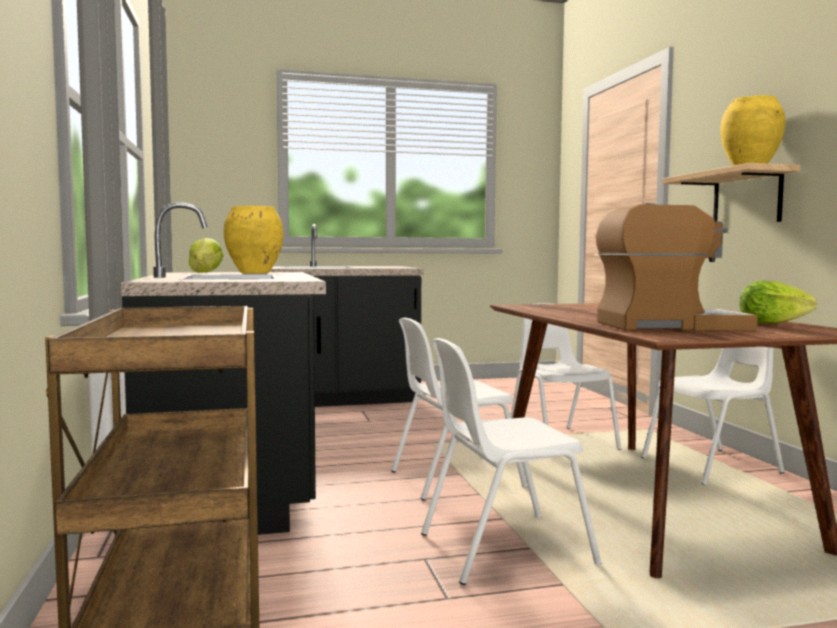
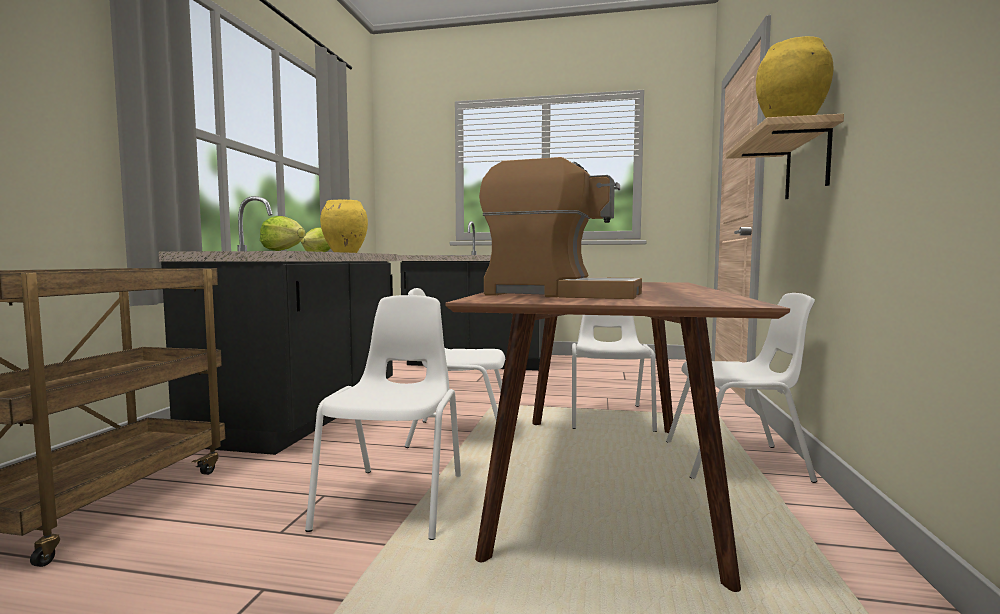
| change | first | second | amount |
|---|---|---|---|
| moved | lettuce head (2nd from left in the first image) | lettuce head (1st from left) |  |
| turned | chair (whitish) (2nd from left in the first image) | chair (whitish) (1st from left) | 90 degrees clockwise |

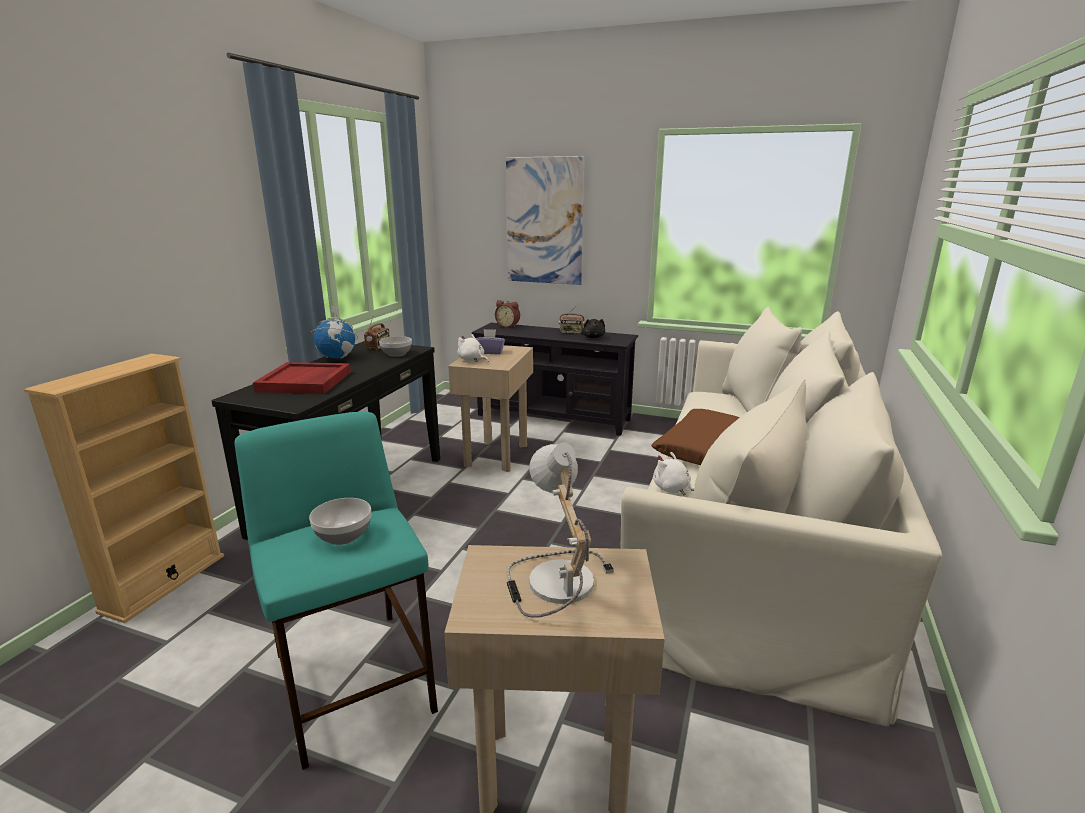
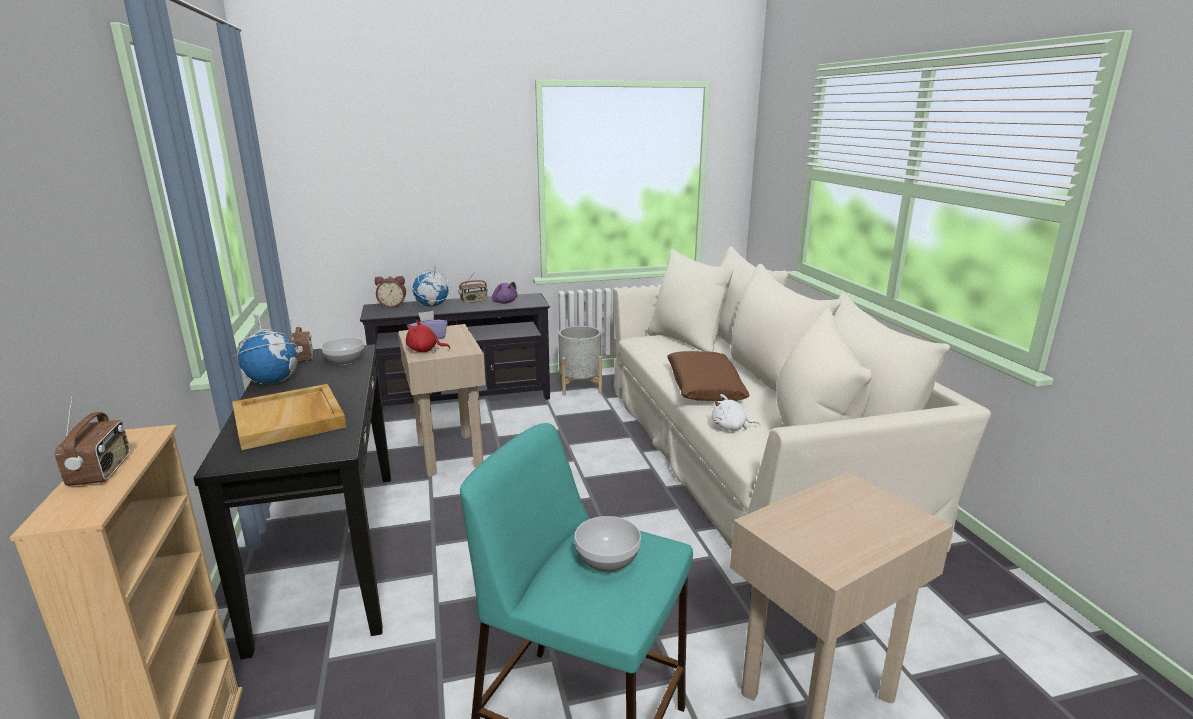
| change | first | second | amount |
|---|---|---|---|
| removed | picture |  |  |
| removed | tabletop lamp |  |  |
| added |  | radio (1st from left) |  |
| added |  | globe (2nd from left) |  |
| added |  | plant pot (greyish) |  |
| recoloured | tray (red) | tray (beige-coloured) |  |
| recoloured | plush toy (whitish) (1st from left) | plush toy (red) |  |
| recoloured | plush toy (black) | plush toy (purple-coloured) |  |

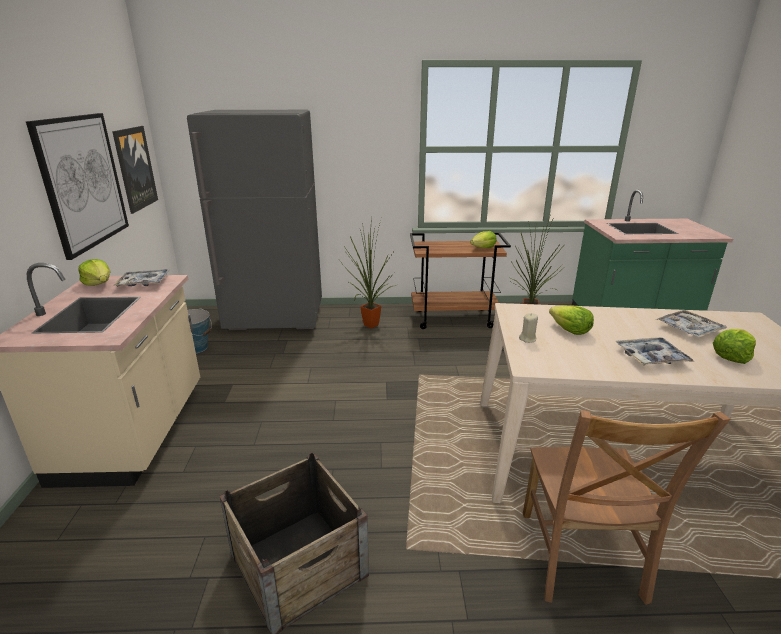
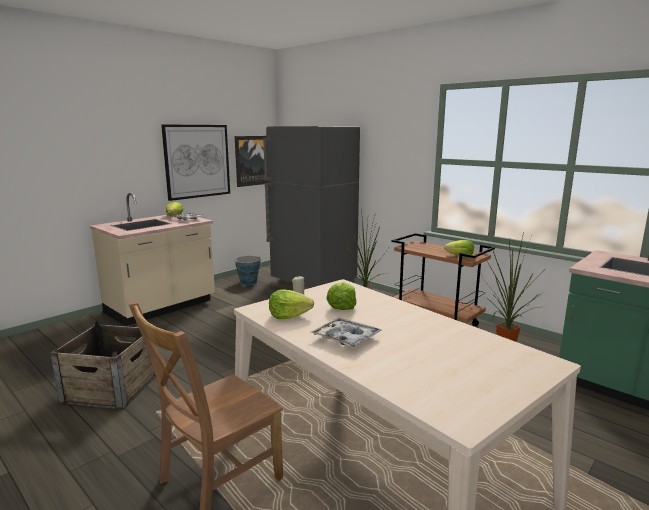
| change | first | second | amount |
|---|---|---|---|
| removed | tray (3rd from left) |  |  |
| moved | lettuce head (4th from left in the first image) | lettuce head (2nd from left) |  |

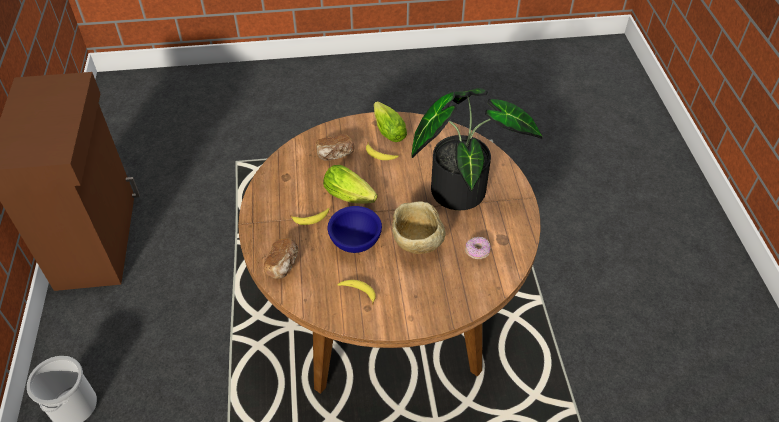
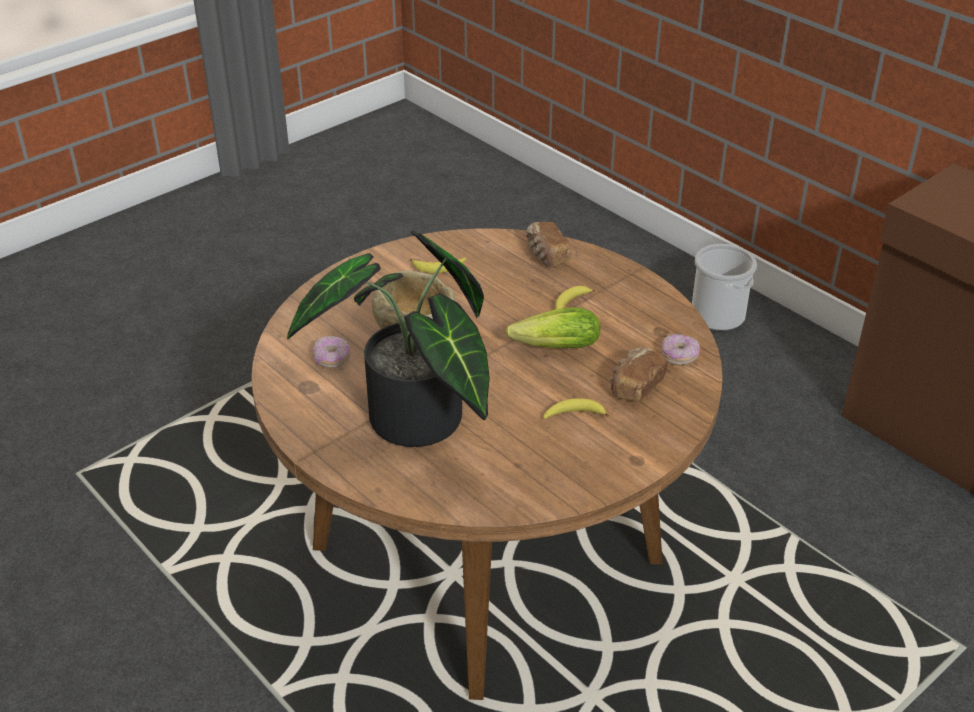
| change | first | second | amount |
|---|---|---|---|
| removed | serving bowl (blue-coloured) |  |  |
| removed | lettuce head (2nd from left) |  |  |
| added |  | doughnut (2nd from left) |  |

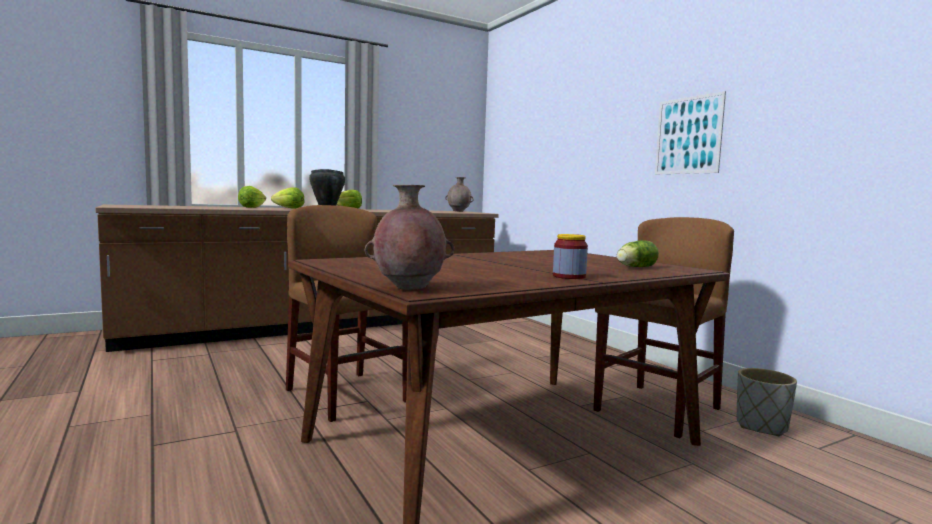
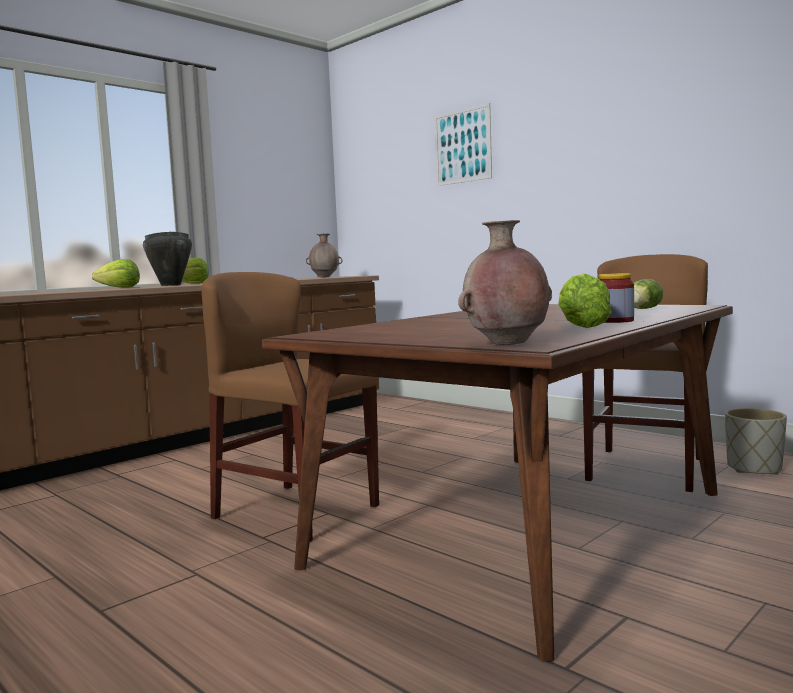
| change | first | second | amount |
|---|---|---|---|
| moved | lettuce head (1st from left in the first image) | lettuce head (3rd from left) |  |
| moved | picture |  |  |

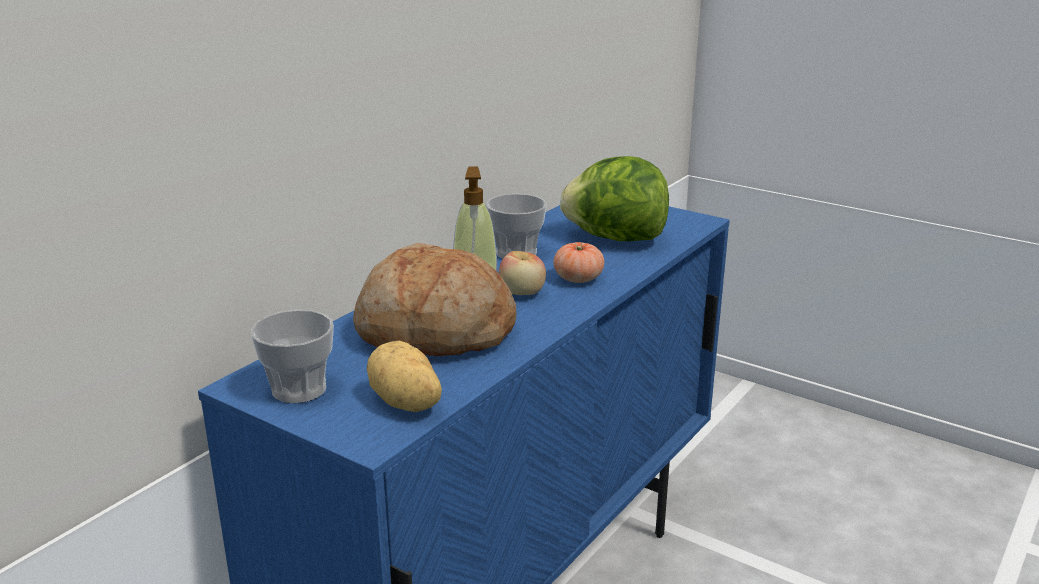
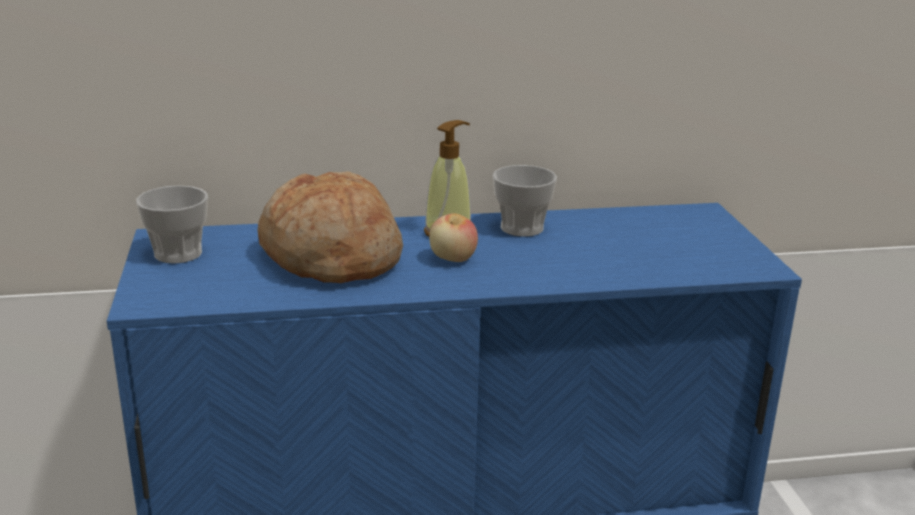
| change | first | second | amount |
|---|---|---|---|
| removed | spud |  |  |
| removed | fresh tomato |  |  |
| removed | lettuce head |  |  |

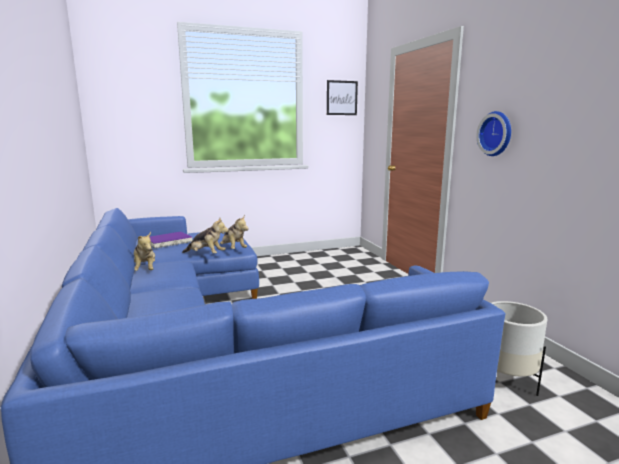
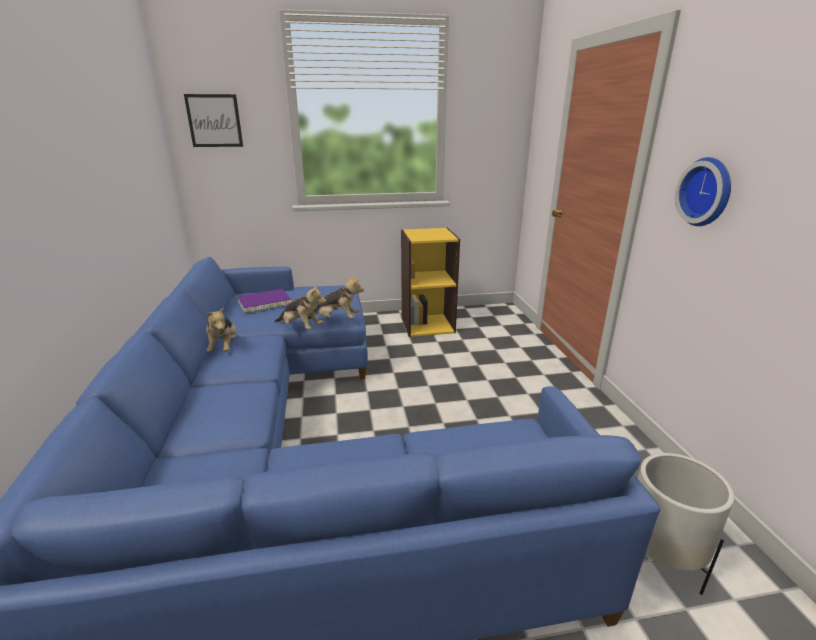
| change | first | second | amount |
|---|---|---|---|
| added |  | bookcase (yellow-coloured) |  |
| moved | picture |  |  |
| turned | plush toy (3rd from left) |  | 60 degrees counterclockwise |

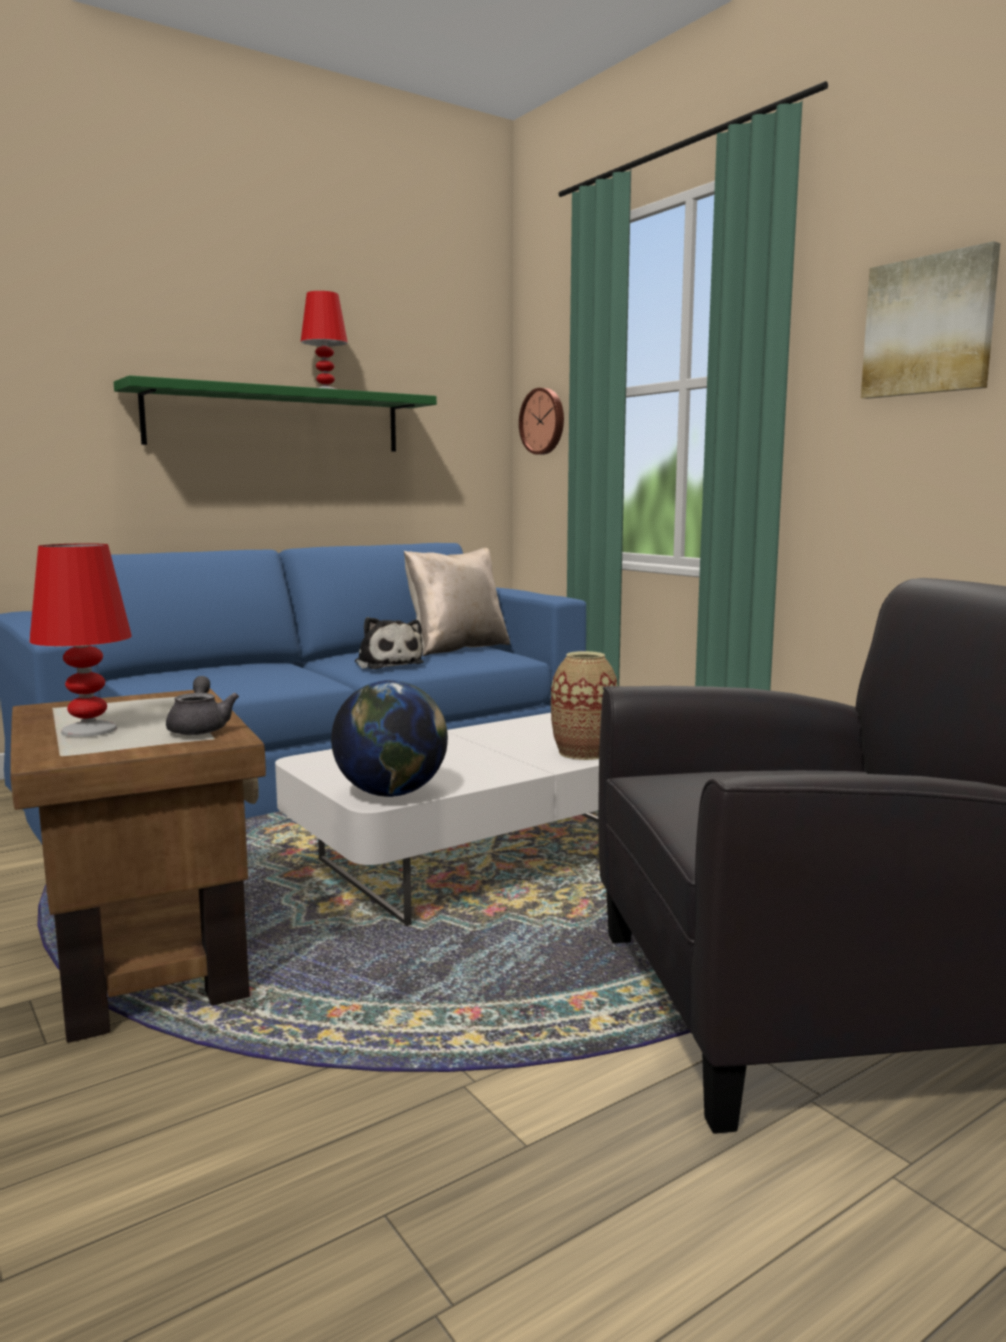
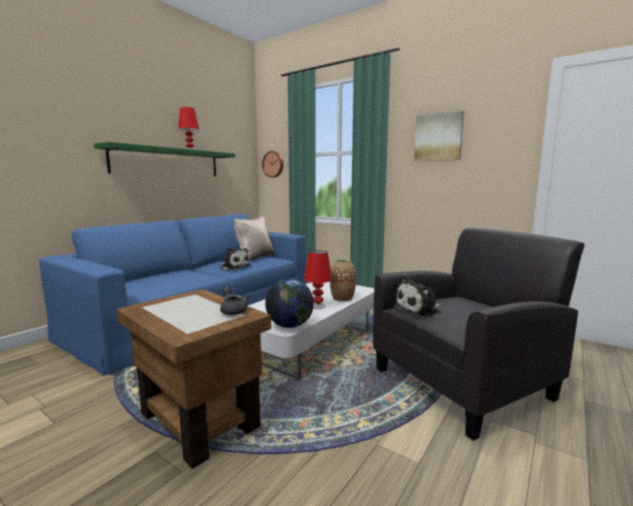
| change | first | second | amount |
|---|---|---|---|
| added |  | plush toy (2nd from left) |  |
| moved | tabletop lamp (red) (1st from left in the first image) | tabletop lamp (red) (2nd from left) |  |

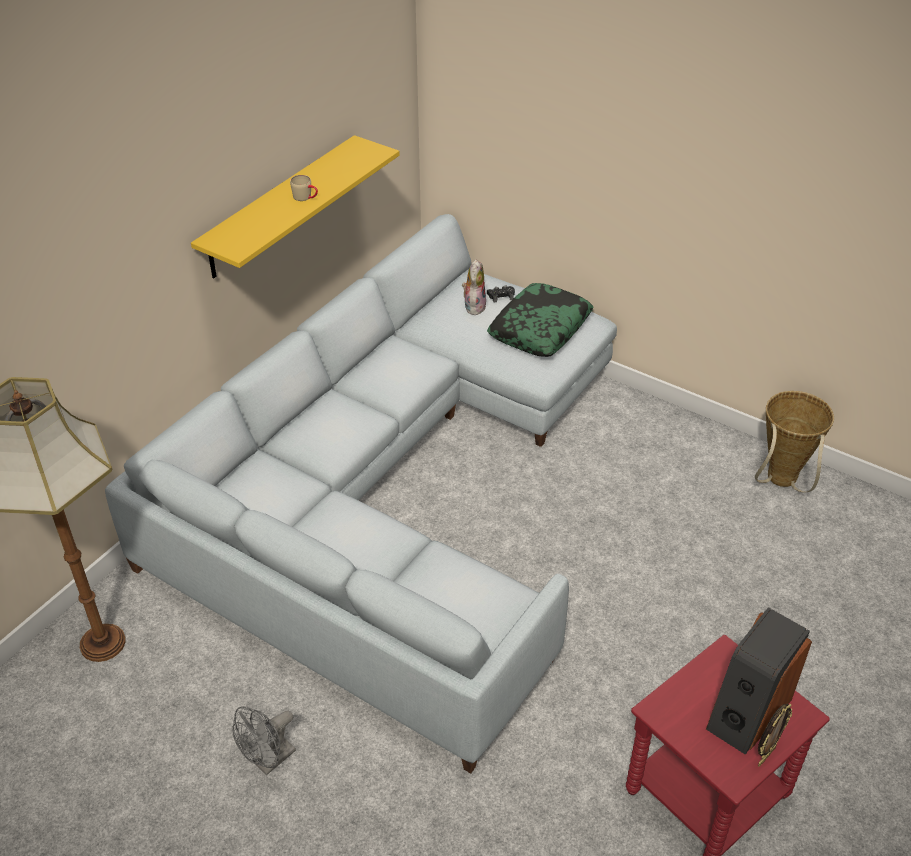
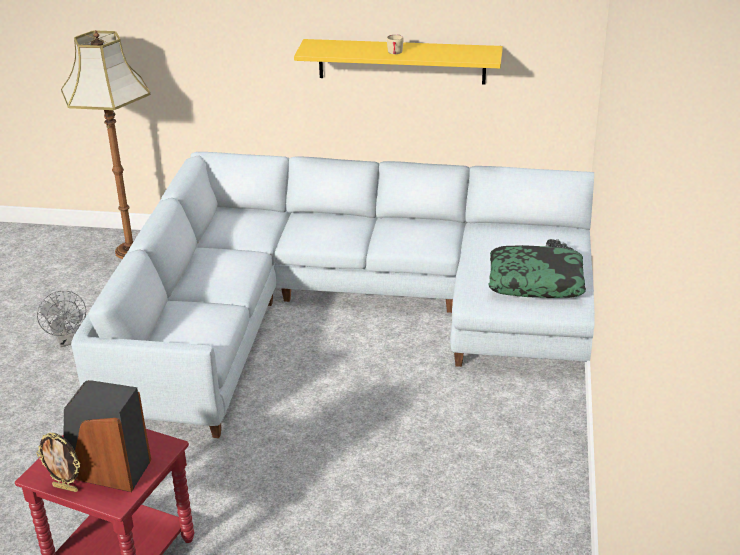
| change | first | second | amount |
|---|---|---|---|
| removed | plush toy |  |  |
| removed | storage basket |  |  |
| turned | electric fan (greyish) |  | 135 degrees counterclockwise |

